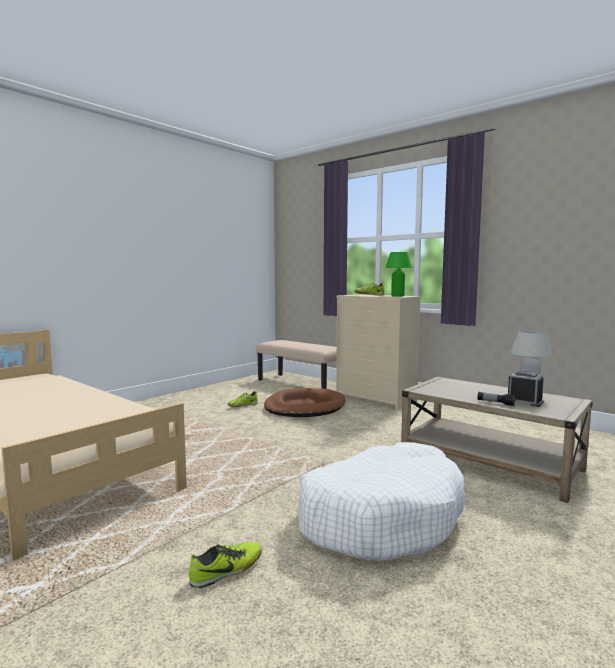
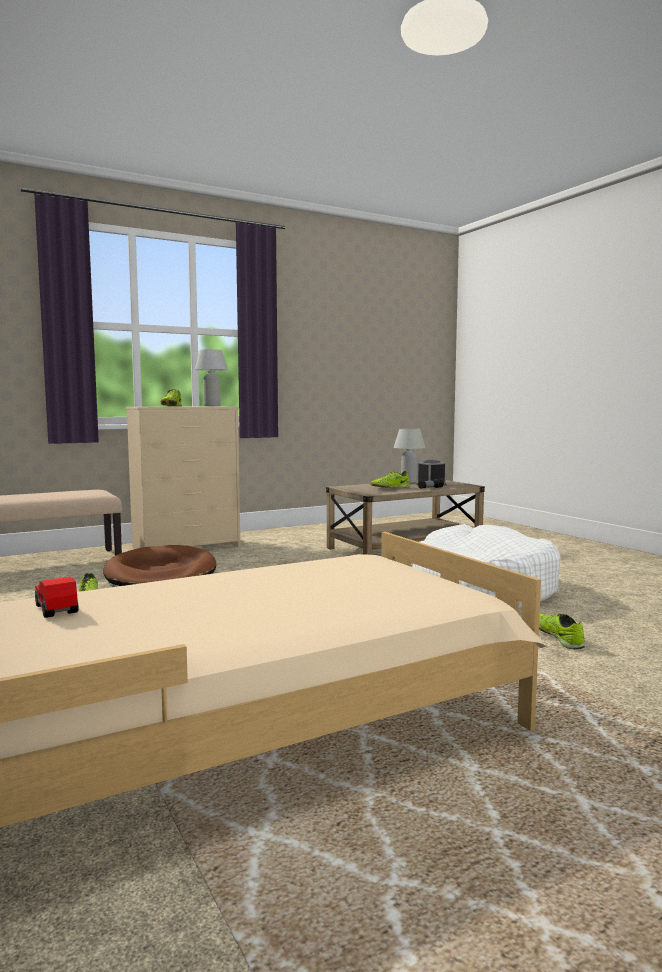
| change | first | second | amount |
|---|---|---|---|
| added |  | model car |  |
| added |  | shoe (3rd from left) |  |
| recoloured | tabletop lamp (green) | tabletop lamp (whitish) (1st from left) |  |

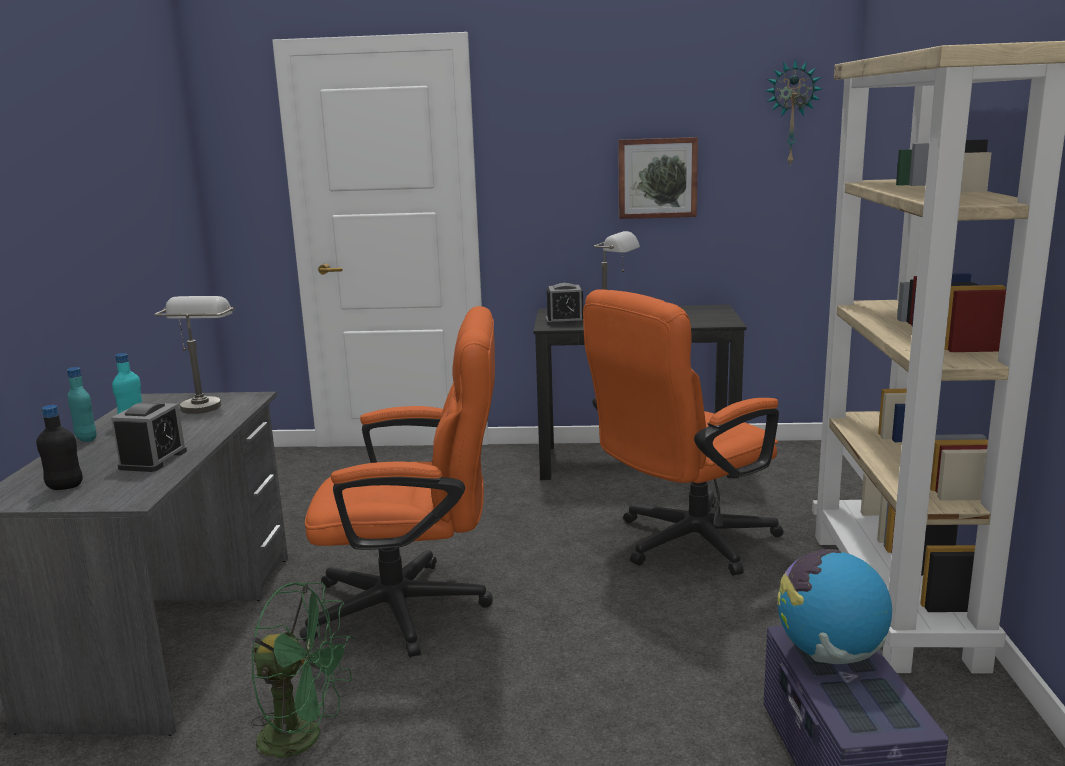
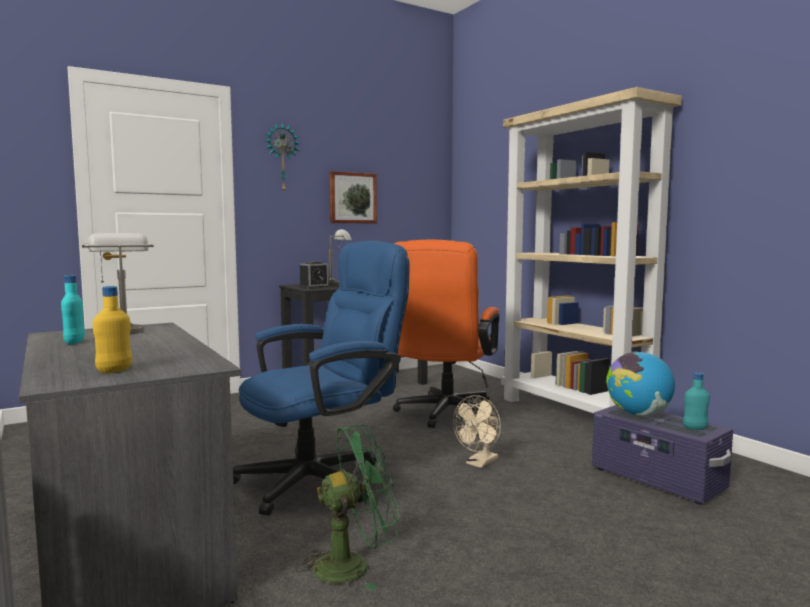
| change | first | second | amount |
|---|---|---|---|
| removed | bedside clock (1st from left) |  |  |
| added |  | electric fan (beige-coloured) |  |
| moved | drink bottle (turquoise-coloured) (1st from left in the first image) | drink bottle (turquoise-coloured) (2nd from left) |  |
| moved | clock on the wall |  |  |
| recoloured | drink bottle (black) | drink bottle (yellow-coloured) |  |
| recoloured | office chair (orangey) (1st from left) | office chair (blue-coloured) |  |

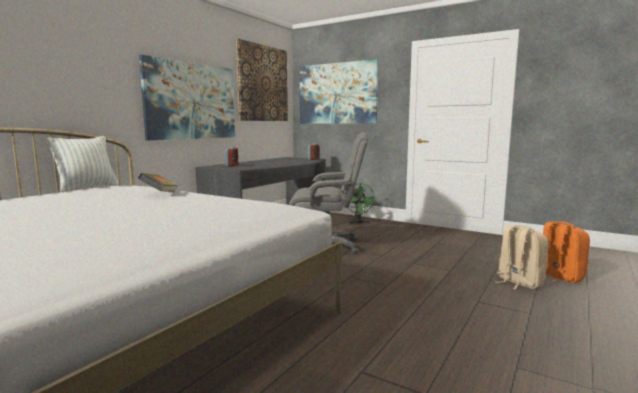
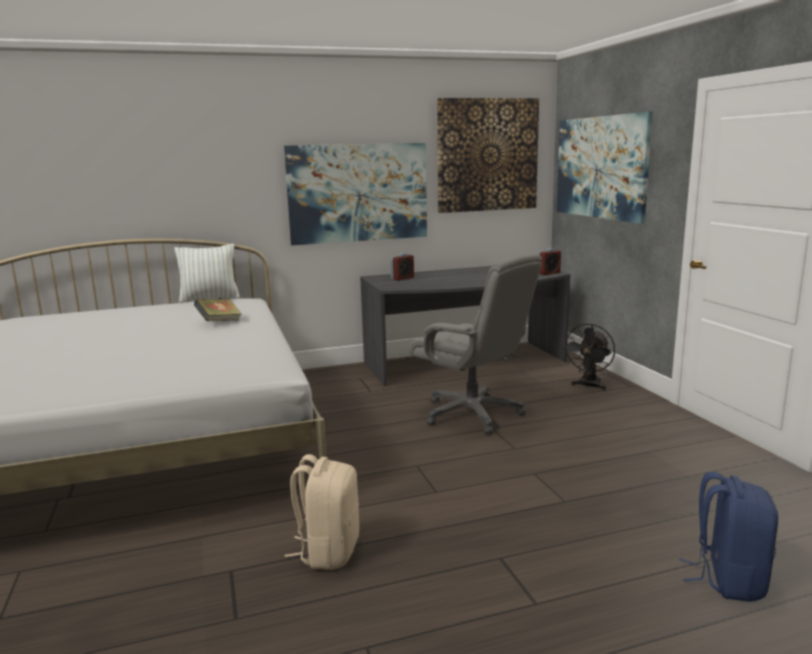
| change | first | second | amount |
|---|---|---|---|
| moved | rucksack (beige-coloured) |  |  |
| recoloured | electric fan (green) | electric fan (black) |  |
| recoloured | rucksack (orangey) | rucksack (blue-coloured) |  |

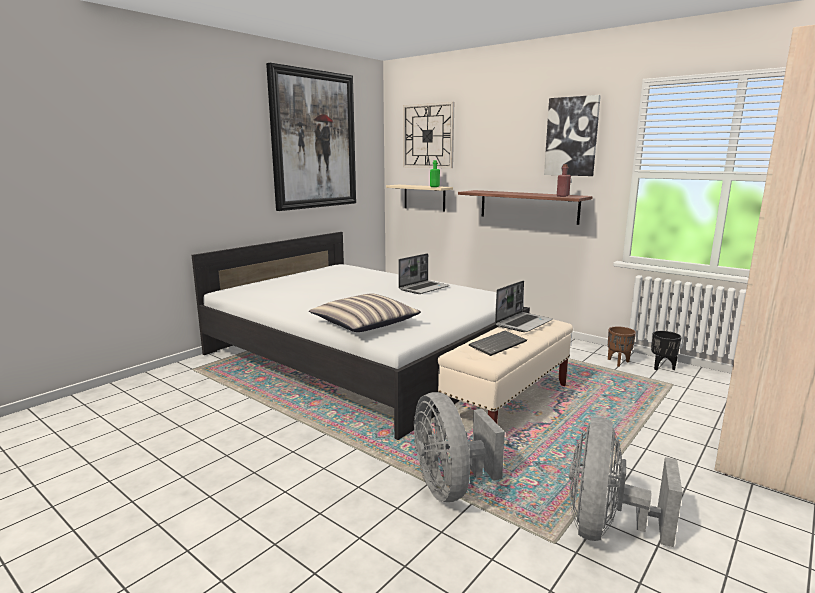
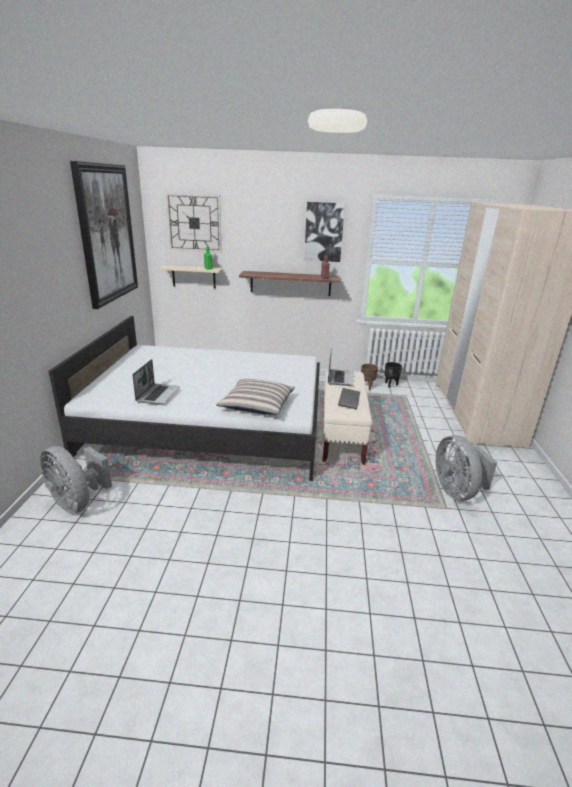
| change | first | second | amount |
|---|---|---|---|
| moved | laptop (1st from left) |  |  |
| moved | electric fan (greyish) (1st from left) |  |  |

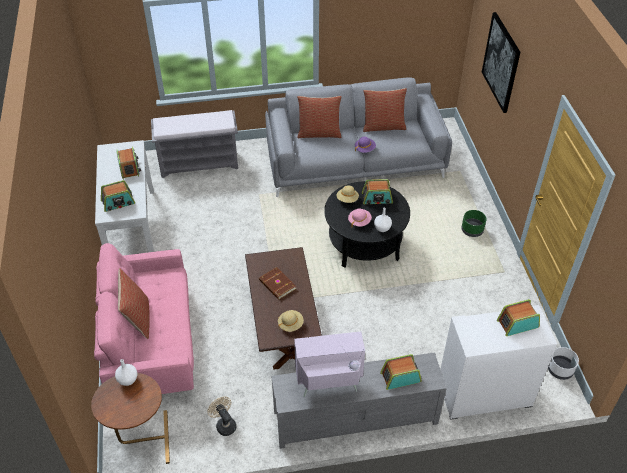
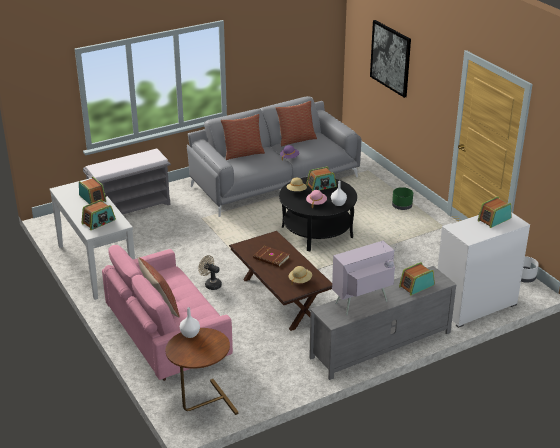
| change | first | second | amount |
|---|---|---|---|
| moved | electric fan (beige-coloured) |  |  |

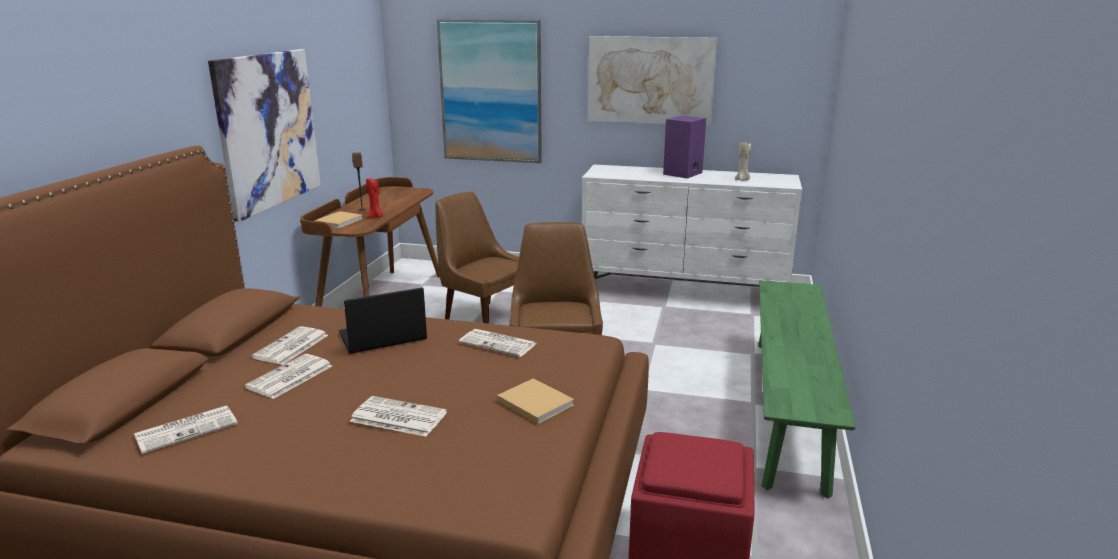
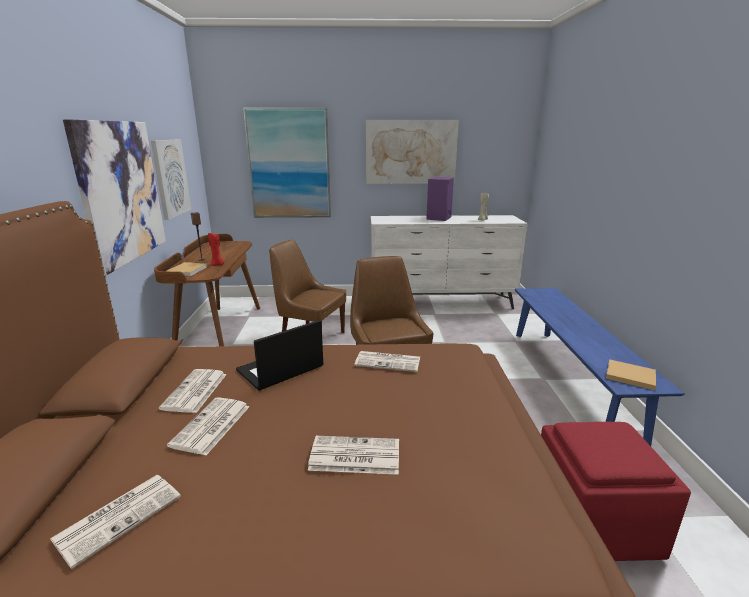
| change | first | second | amount |
|---|---|---|---|
| added |  | picture (2nd from left) |  |
| moved | book (beige-coloured) (2nd from left) |  |  |
| recoloured | bench (green) | bench (blue-coloured) |  |

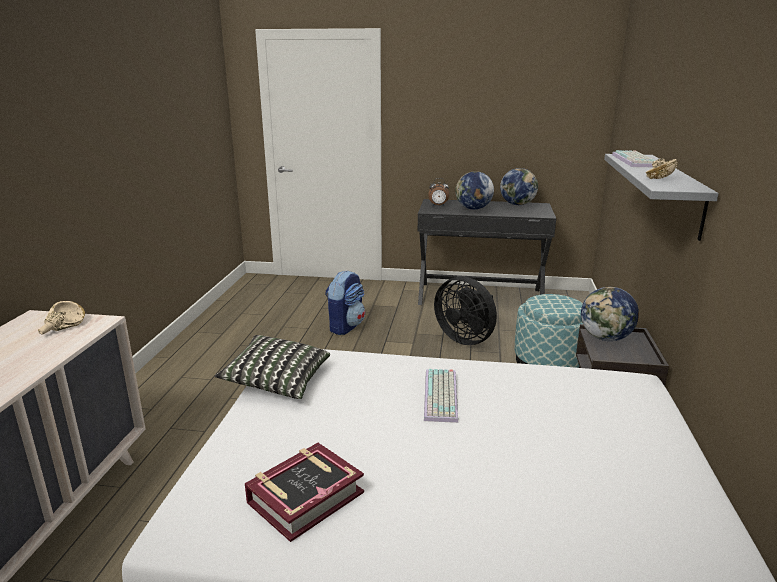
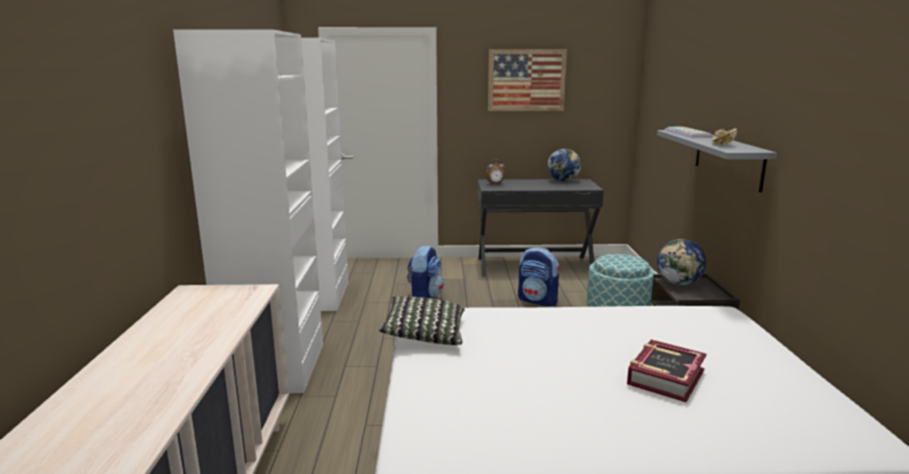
| change | first | second | amount |
|---|---|---|---|
| removed | serving bowl (beige-coloured) (1st from left) |  |  |
| removed | keyboard (1st from left) |  |  |
| removed | globe (1st from left) |  |  |
| added |  | wardrobe (whitish) |  |
| added |  | picture |  |
| moved | book |  |  |
| replaced | electric fan (black) | rucksack (2nd from left) |  |

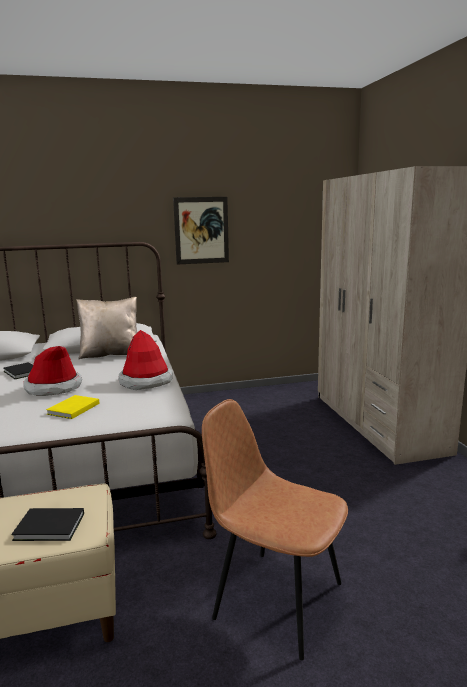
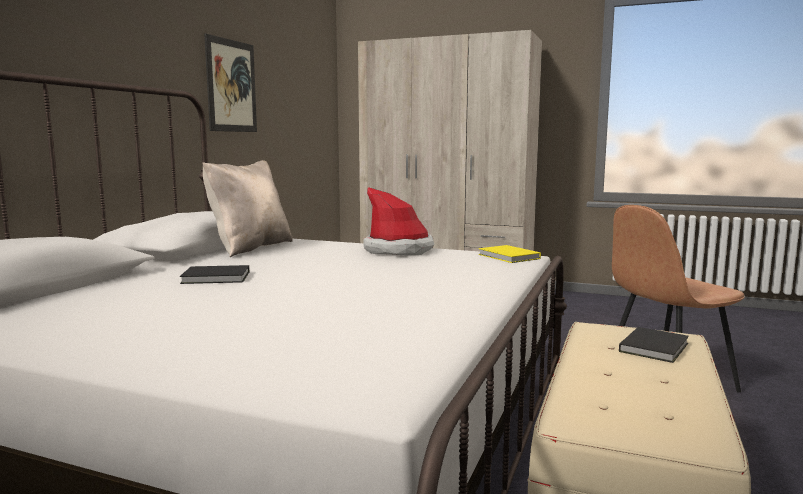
| change | first | second | amount |
|---|---|---|---|
| removed | hat (1st from left) |  |  |
| moved | book (yellow-coloured) |  |  |

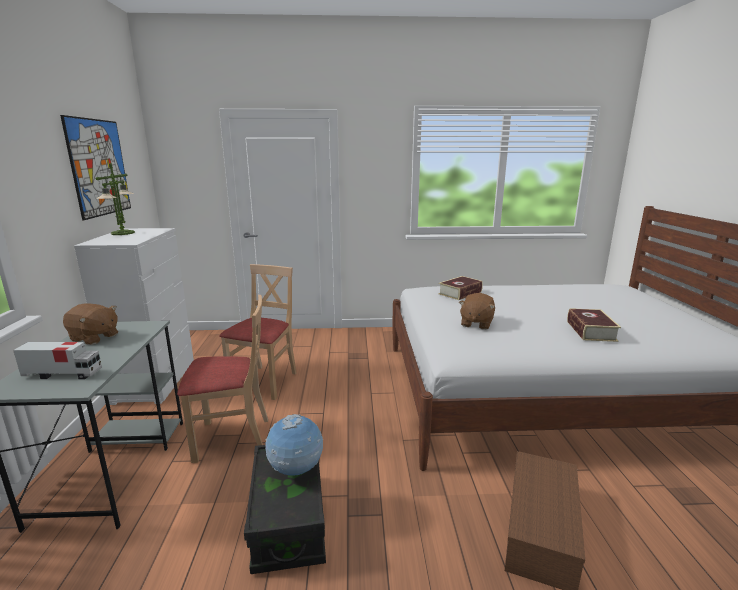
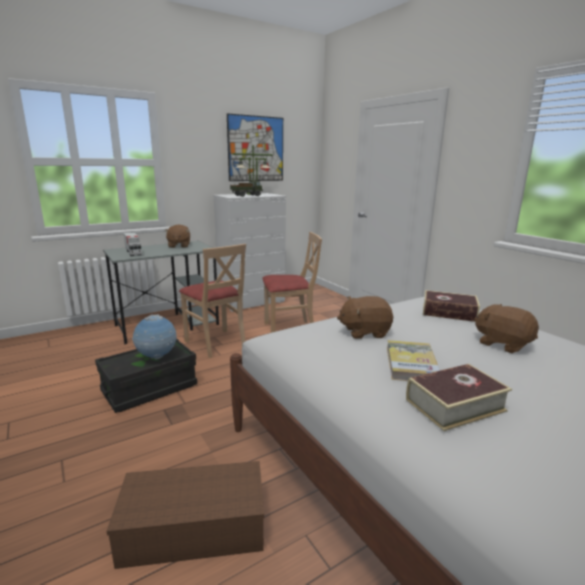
| change | first | second | amount |
|---|---|---|---|
| added |  | toy lorry (2nd from left) |  |
| added |  | book (1st from left) |  |
| added |  | plush toy (brown) (3rd from left) |  |

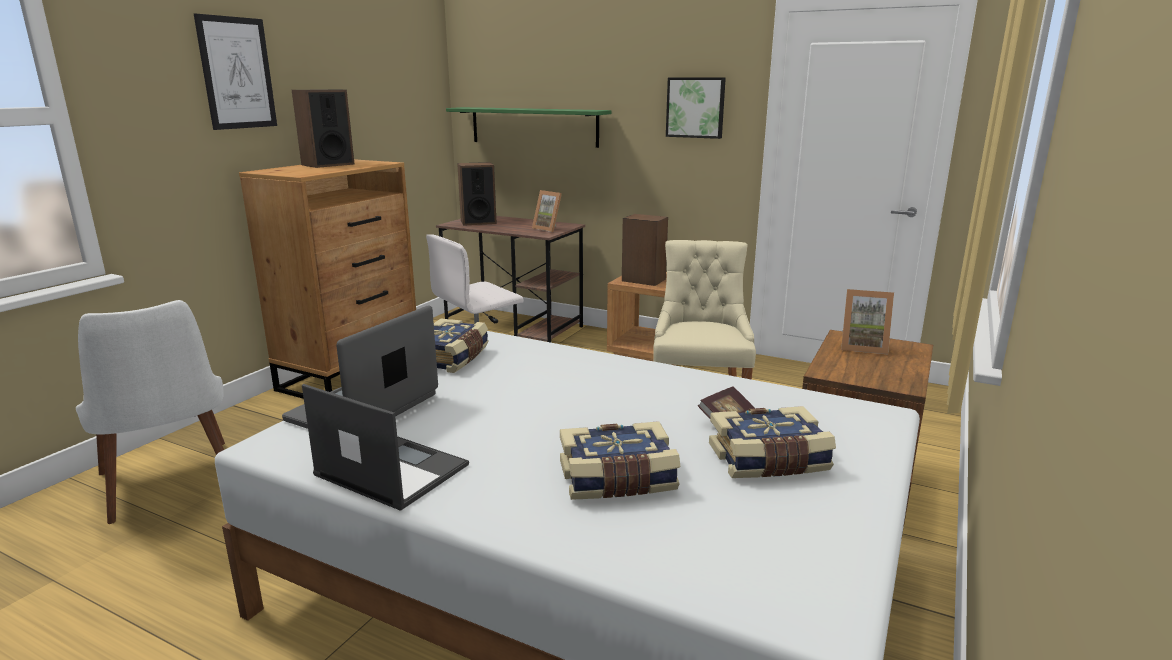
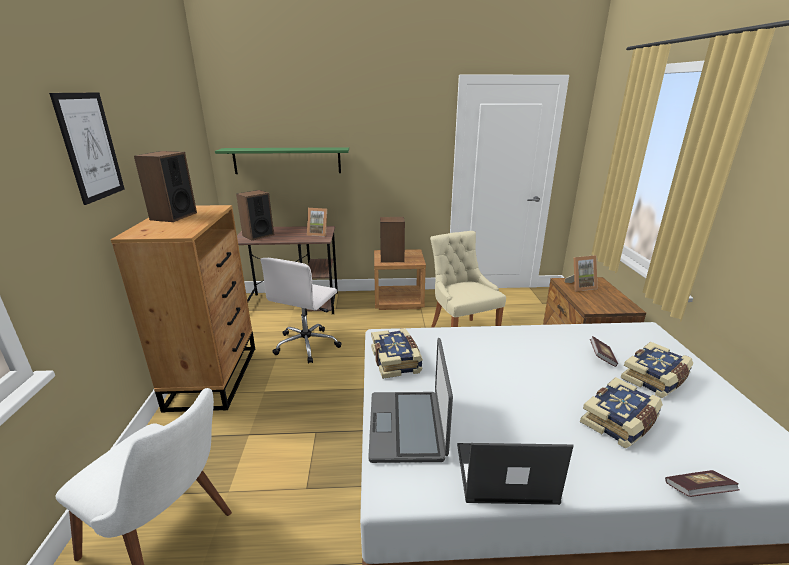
| change | first | second | amount |
|---|---|---|---|
| removed | picture (2nd from left) |  |  |
| added |  | book (5th from left) |  |

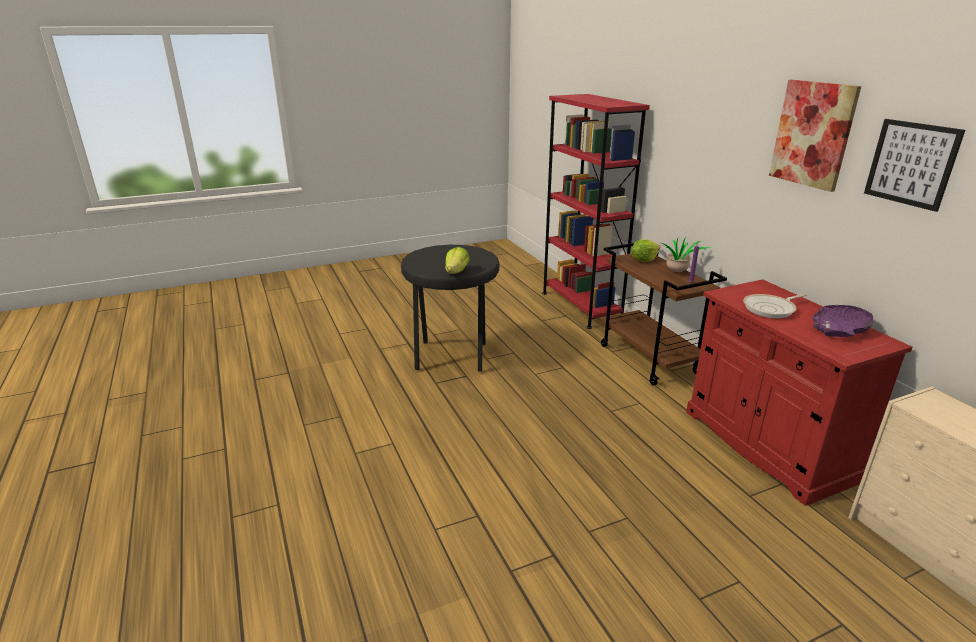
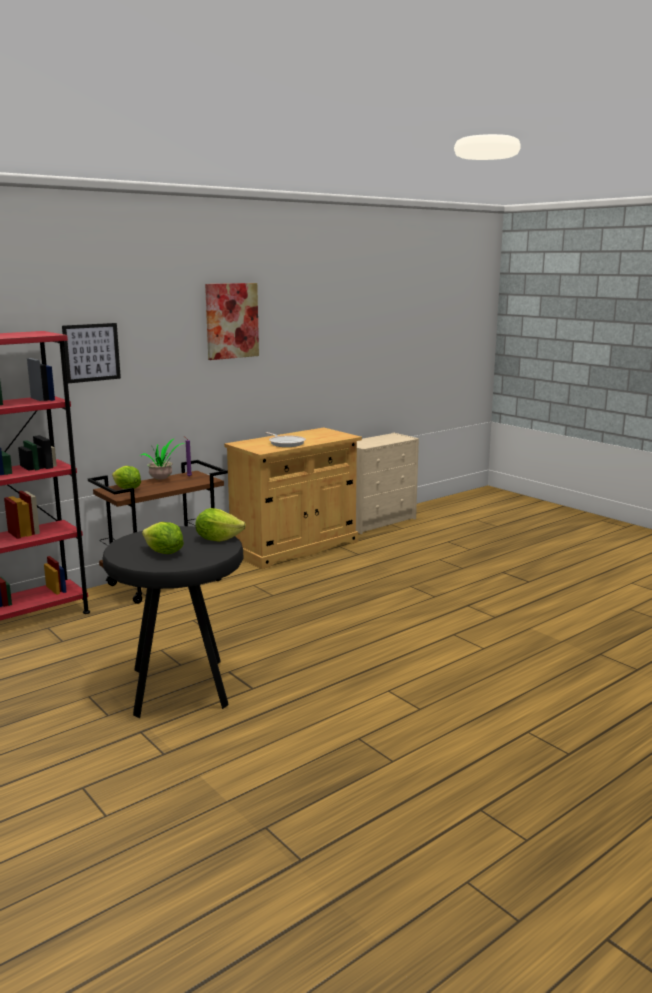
| change | first | second | amount |
|---|---|---|---|
| removed | serving bowl (purple-coloured) |  |  |
| added |  | lettuce head (2nd from left) |  |
| moved | picture (2nd from left in the first image) | picture (1st from left) |  |
| recoloured | cabinet (red) | cabinet (beige-coloured) |  |

